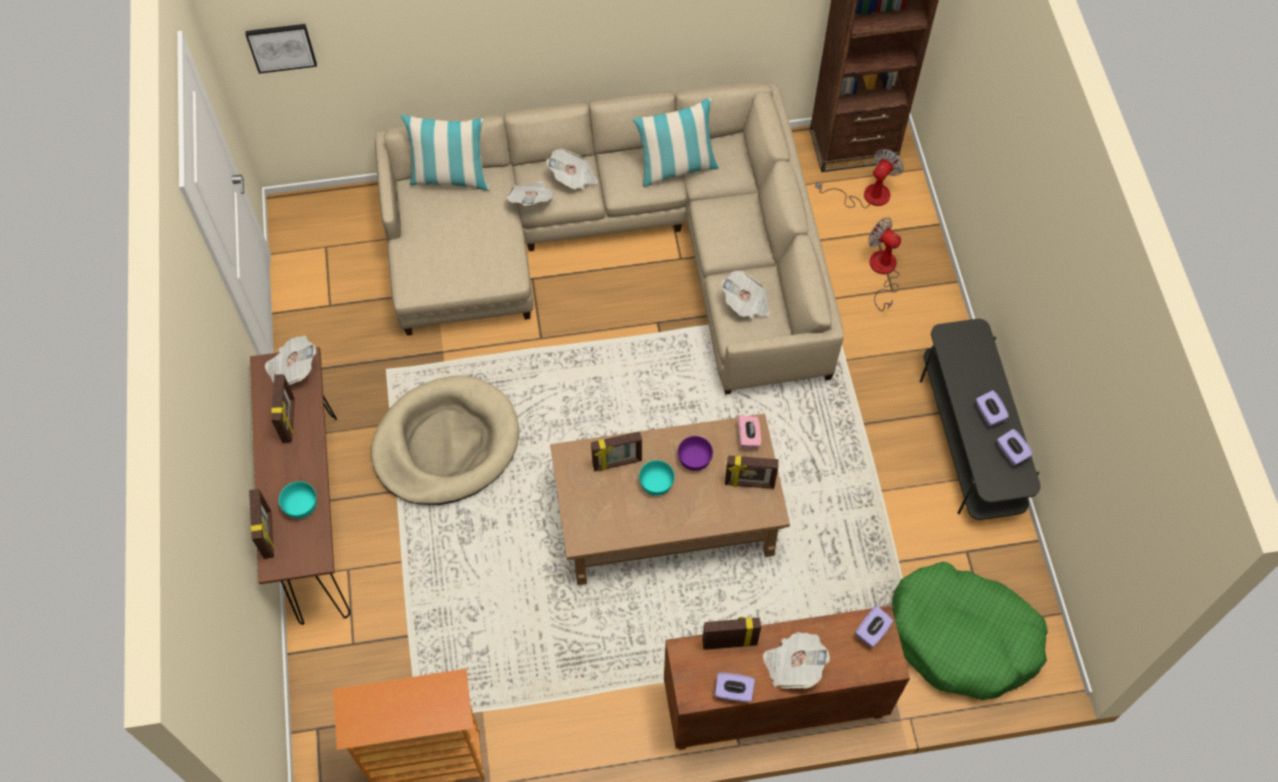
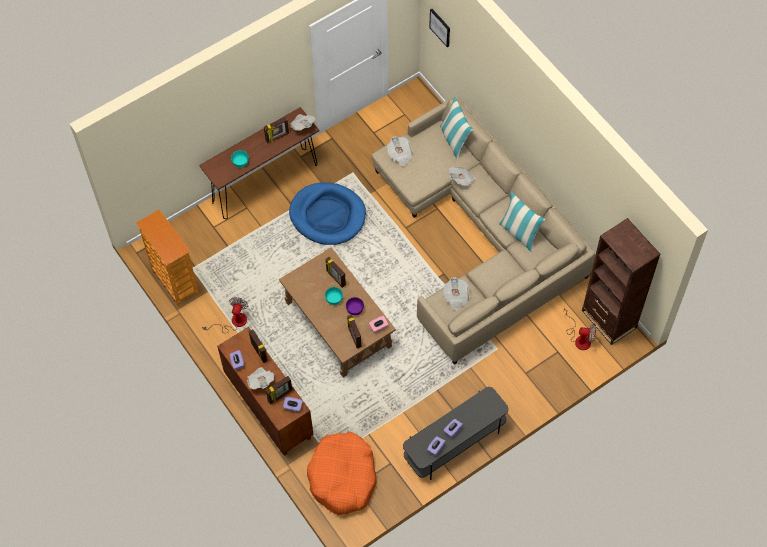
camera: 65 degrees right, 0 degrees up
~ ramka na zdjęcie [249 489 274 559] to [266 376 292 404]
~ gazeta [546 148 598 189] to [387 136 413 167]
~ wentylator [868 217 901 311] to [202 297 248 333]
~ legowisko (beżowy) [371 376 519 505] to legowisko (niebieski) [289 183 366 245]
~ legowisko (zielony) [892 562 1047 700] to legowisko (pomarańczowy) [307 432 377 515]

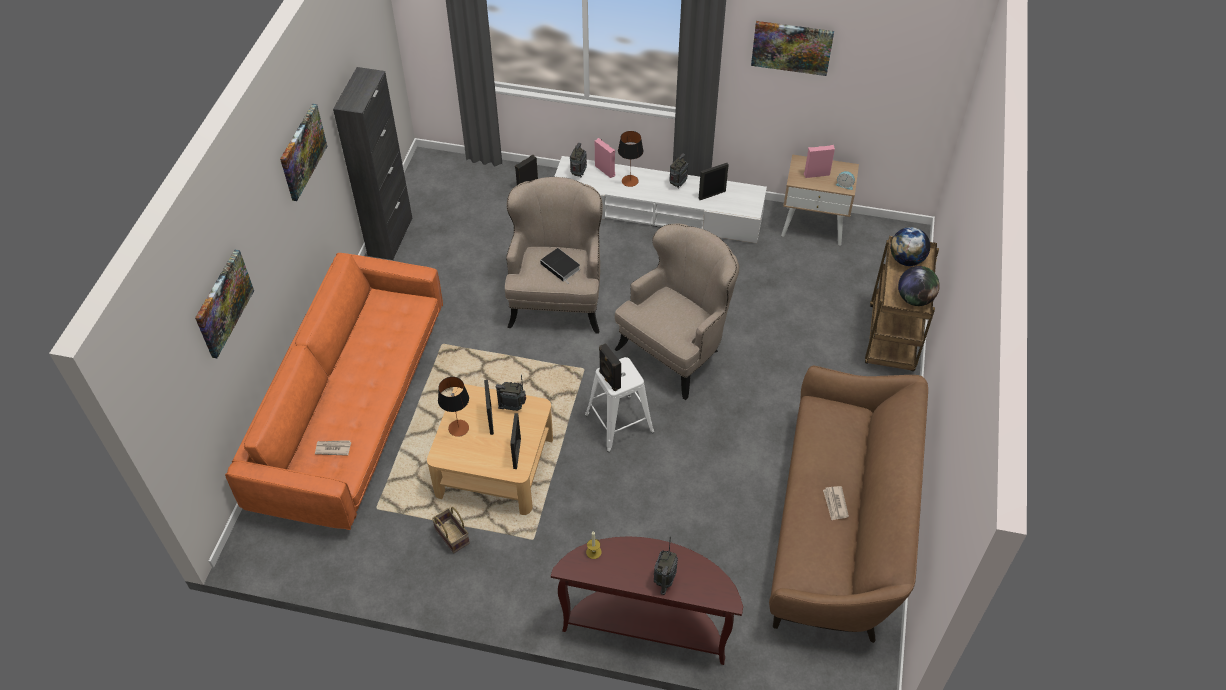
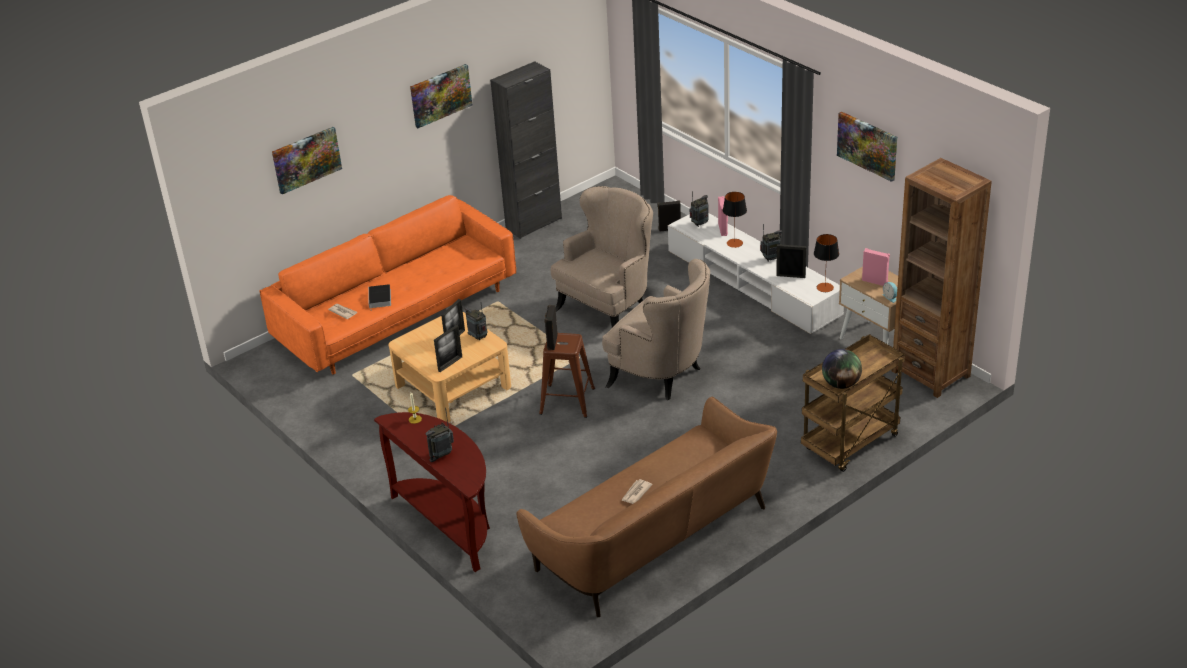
camera: 40 degrees right, 15 degrees down
- koszyk [432 507 470 553]
- globus [890 227 930 266]
+ regał (brązowy) [892 158 992 398]
~ lampa stołowa [438 377 469 437] to [814 234 839 292]
~ książka [540 248 580 282] to [368 284 391 311]
~ stołek (biały) [585 357 654 452] to stołek (brązowy) [539 333 595 418]
~ fotel (beżowy) [614 223 739 400] = [602 259 710 400] 45 degrees clockwise

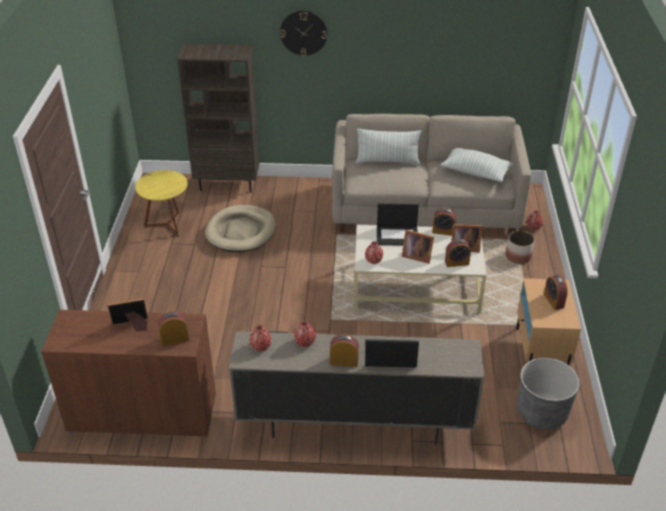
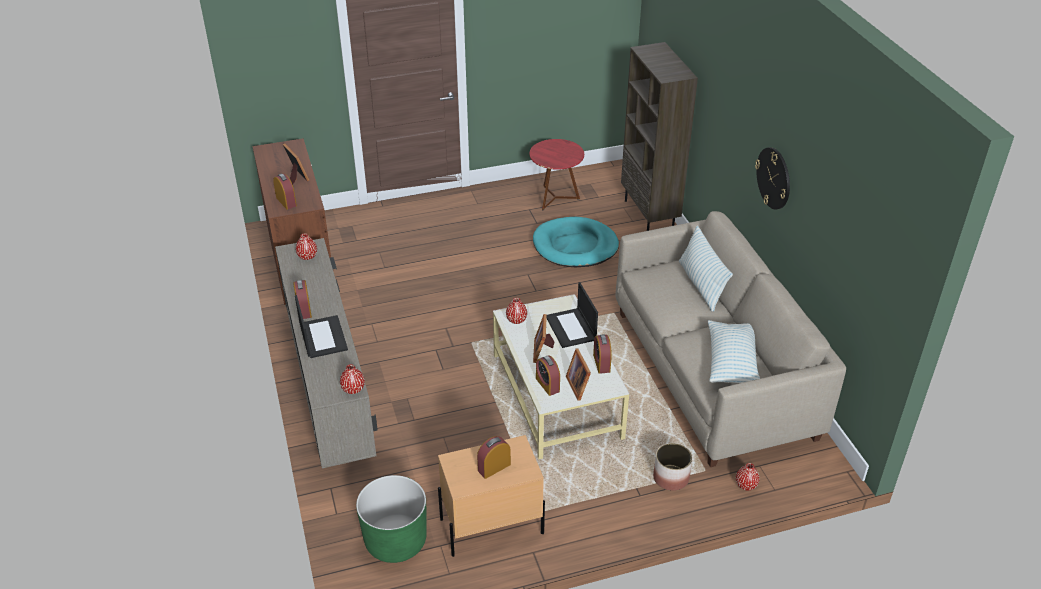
camera: 70 degrees right, 0 degrees up
~ zegar ścienny [280 10 327 56] to [755 147 790 210]
~ wazon (czerwony) [294 321 316 347] to [340 364 365 394]
~ stolik (żółty) [135 170 187 237] to stolik (czerwony) [529 139 584 210]
~ legowisko (beżowy) [205 205 276 252] to legowisko (turkusowy) [533 217 619 267]
~ donica (szary) [517 358 579 430] to donica (zielony) [356 475 427 563]

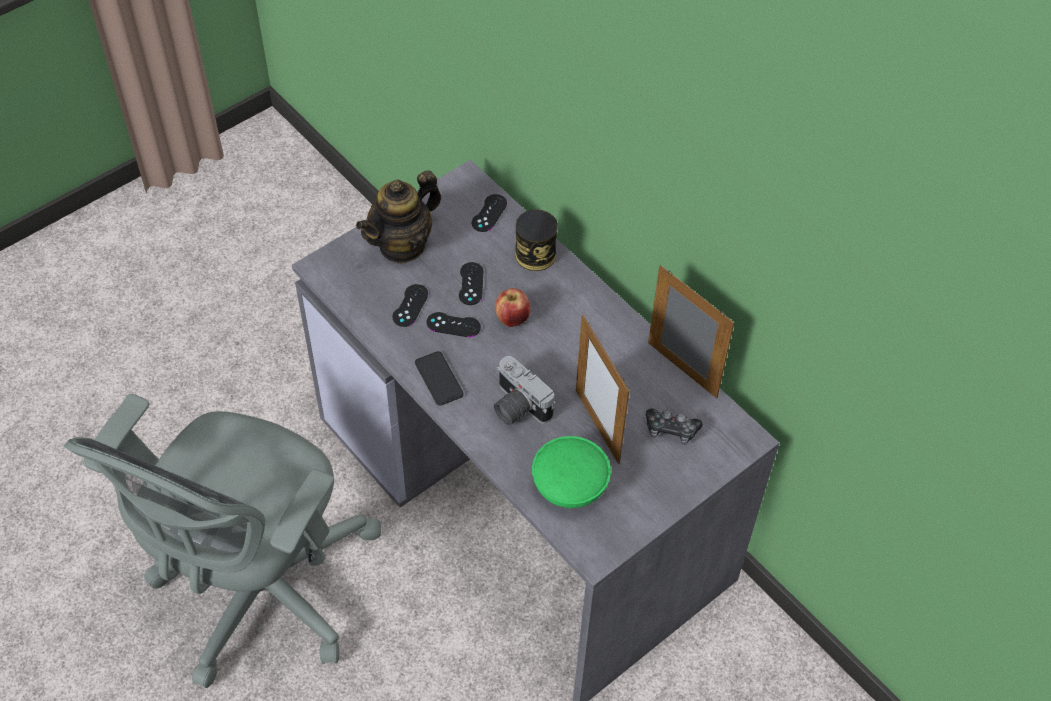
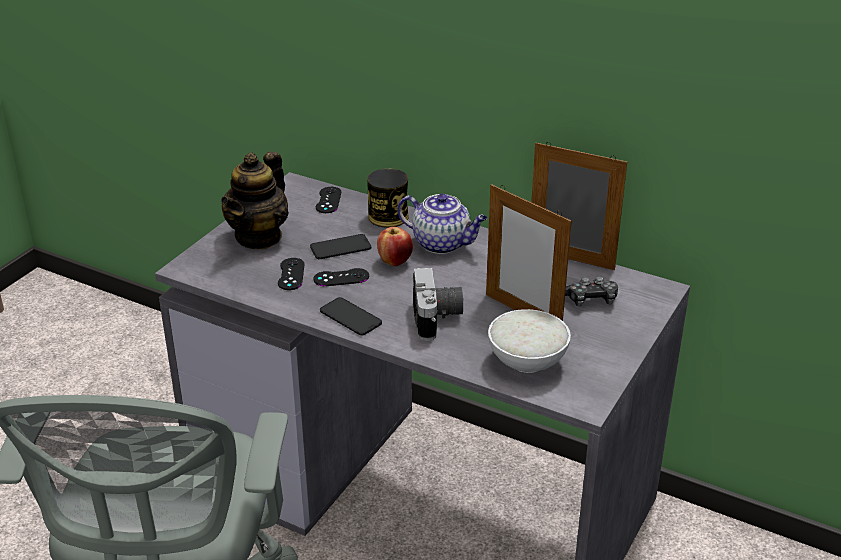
camera: 20 degrees left, 20 degrees down
+ imbryk [397 193 488 254]
~ pad do gier (czarny) [459 262 484 305] to telefon [310 234 371 259]
~ miska (zielony) [532 436 611 508] to miska (biały) [488 309 571 373]
~ aparat fotograficzny [494 356 555 426] = [413 268 463 341] 120 degrees counterclockwise

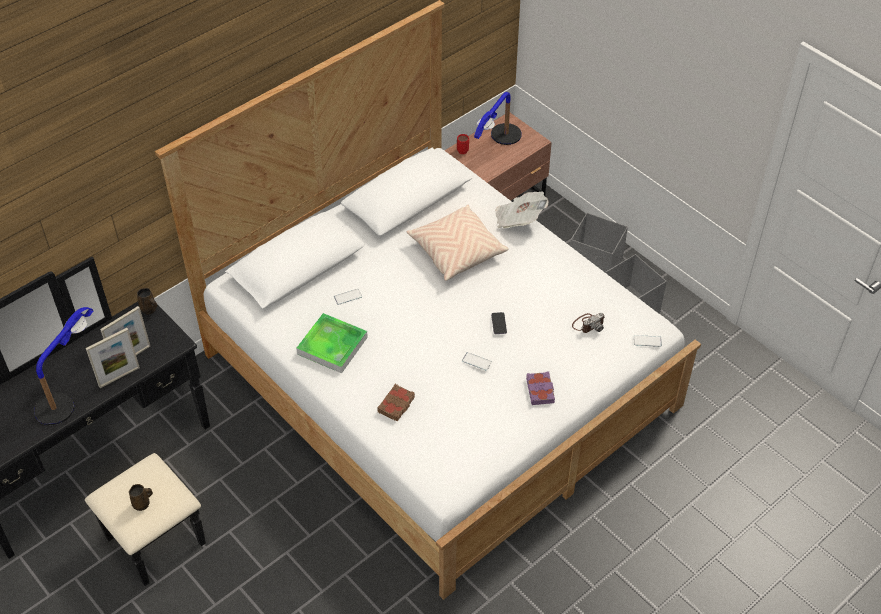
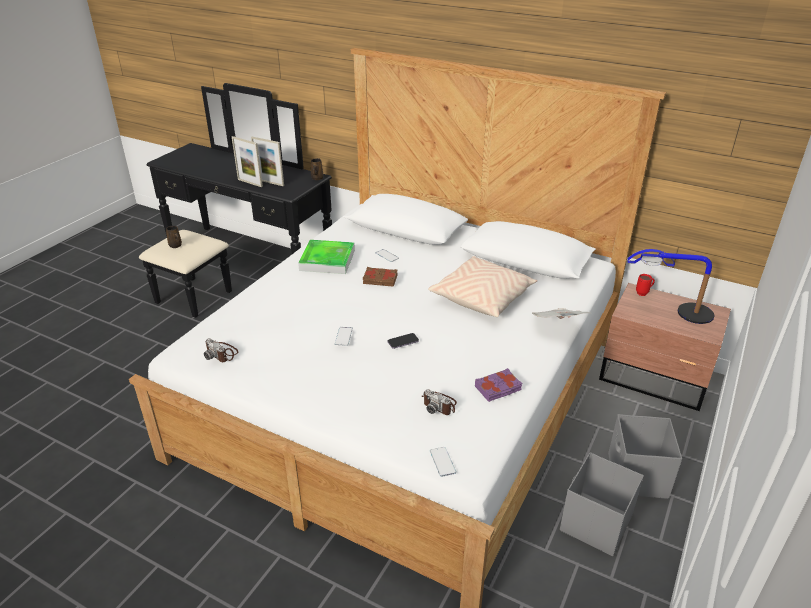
camera: 70 degrees right, 15 degrees down
- lampa stołowa [34 307 94 425]
+ aparat fotograficzny [204 338 238 362]
~ książka (brązowy) [377 384 415 421] to [363 267 398 287]
~ książka (fioletowy) [526 371 555 405] to [475 368 522 402]

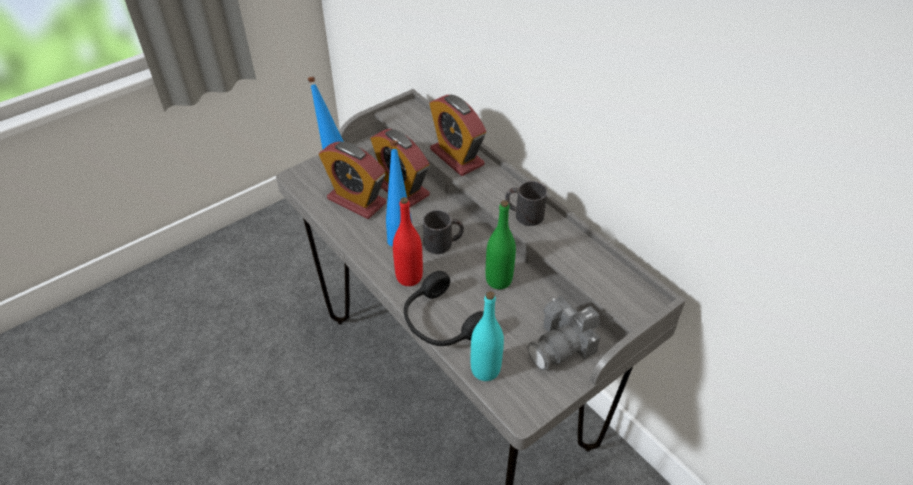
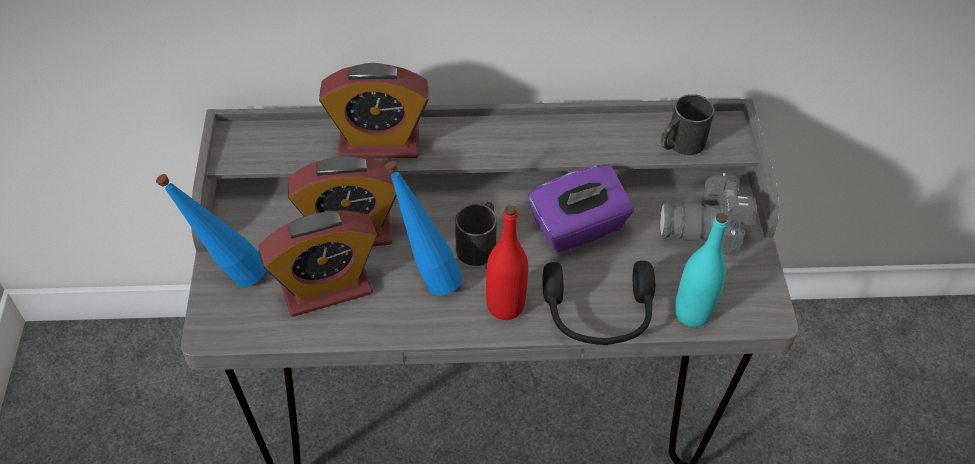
camera: 55 degrees left, 5 degrees up
~ kubek (czarny) [505 181 547 226] to [661 94 715 155]
~ butelka (zielony) [486 200 516 289] to pudełko chusteczek (fioletowy) [529 164 634 253]
~ aparat fotograficzny [528 296 600 370] = [660 173 757 256] 90 degrees clockwise

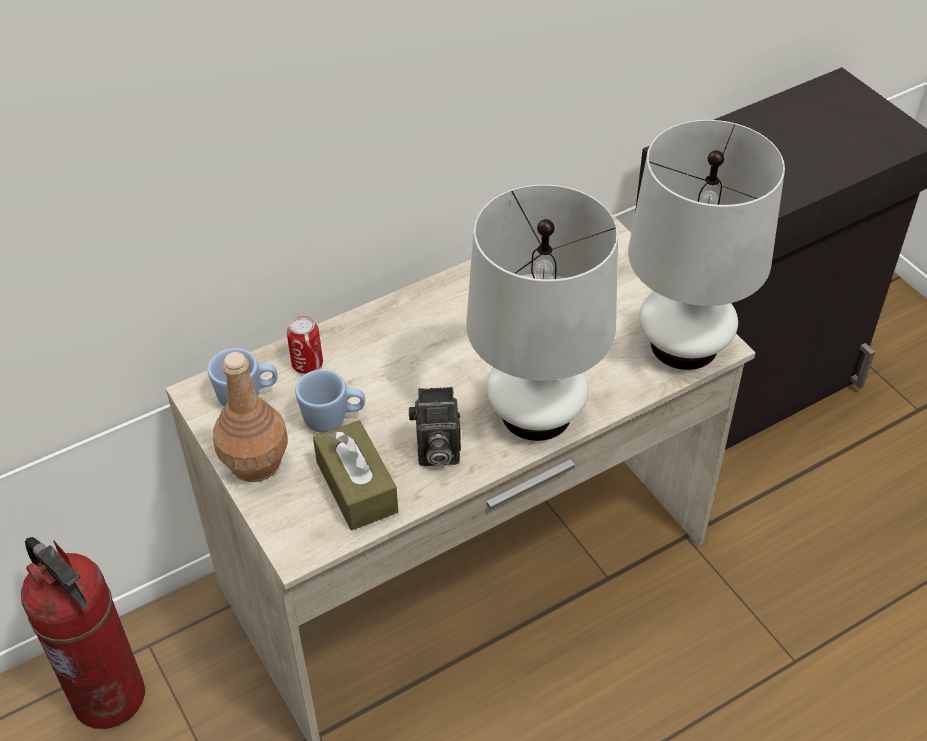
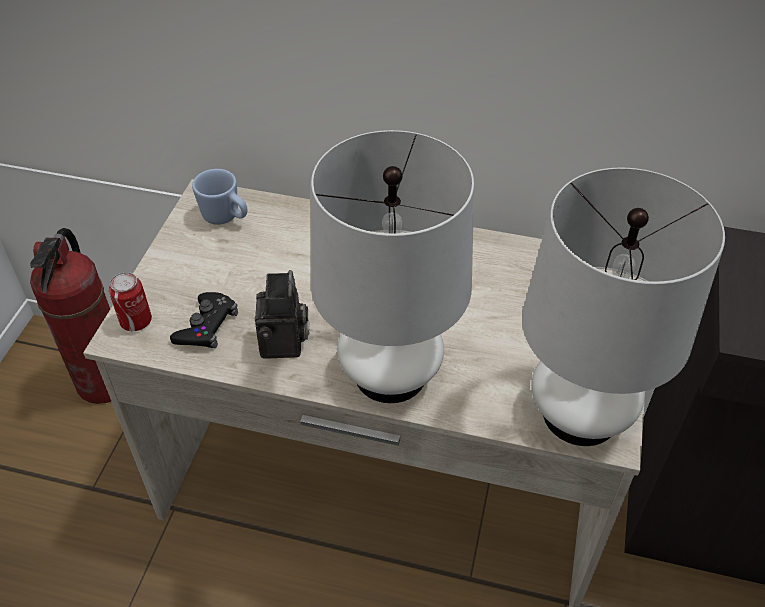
camera: 45 degrees right, 0 degrees up
- butelka (brązowy) [213 352 288 482]
- kubek (niebieski) [295 369 365 433]
~ puszka [287 315 323 374] to [109 272 152 331]
~ pudełko chusteczek (brązowy) [313 420 398 530] to pad do gier (czarny) [170 292 238 348]
~ aparat fotograficzny [409 387 461 466] = [255 270 310 359] 135 degrees counterclockwise

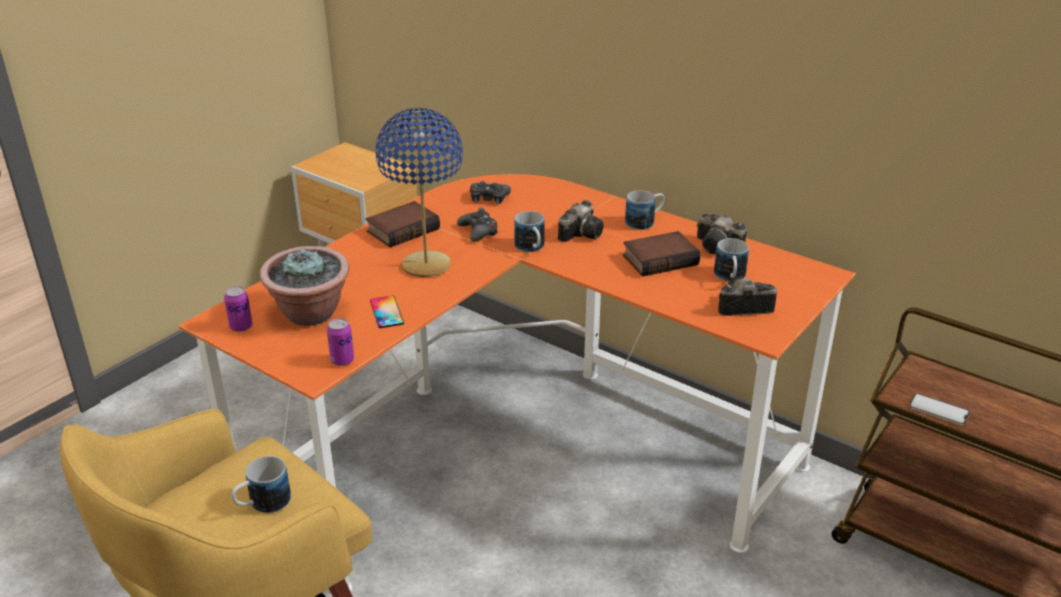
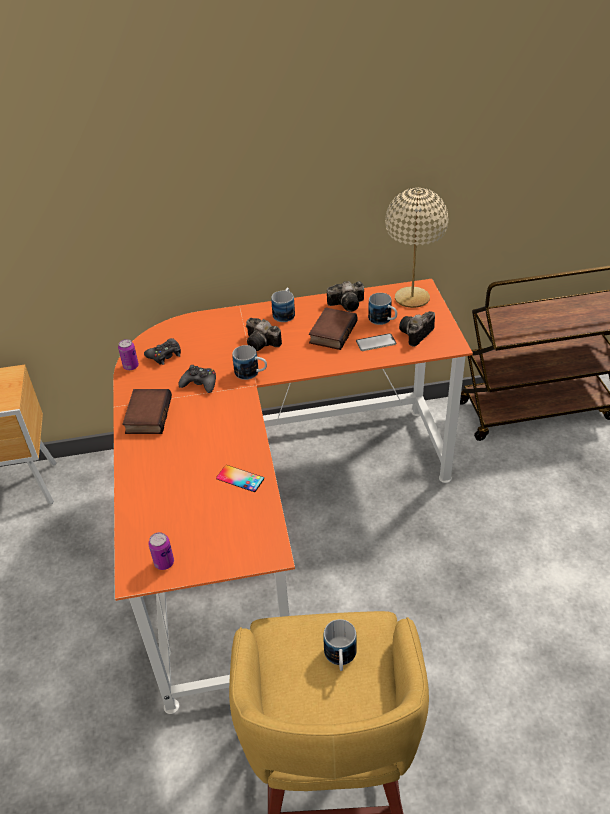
camera: 45 degrees left, 10 degrees up
- roślina doniczkowa [260 246 349 326]
- lampa stołowa (niebieski) [375 108 463 277]
+ lampa stołowa (beżowy) [385 187 448 308]
~ puszka [327 318 354 366] to [118 339 139 370]
~ telefon [909 393 970 425] to [356 333 396 351]
~ aparat fotograficzny [558 200 604 242] = [246 318 282 351] 135 degrees clockwise

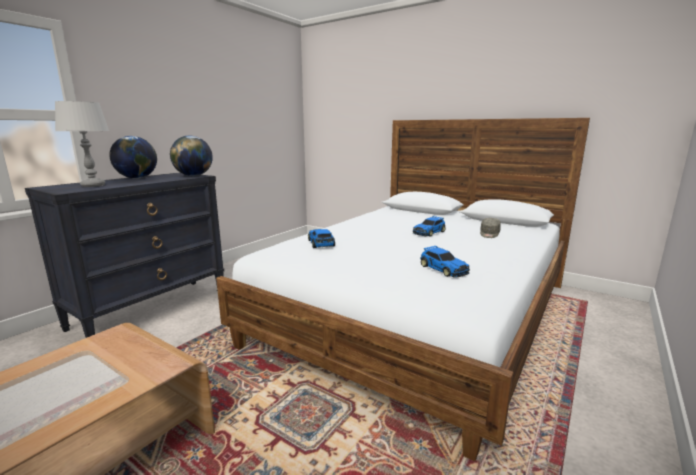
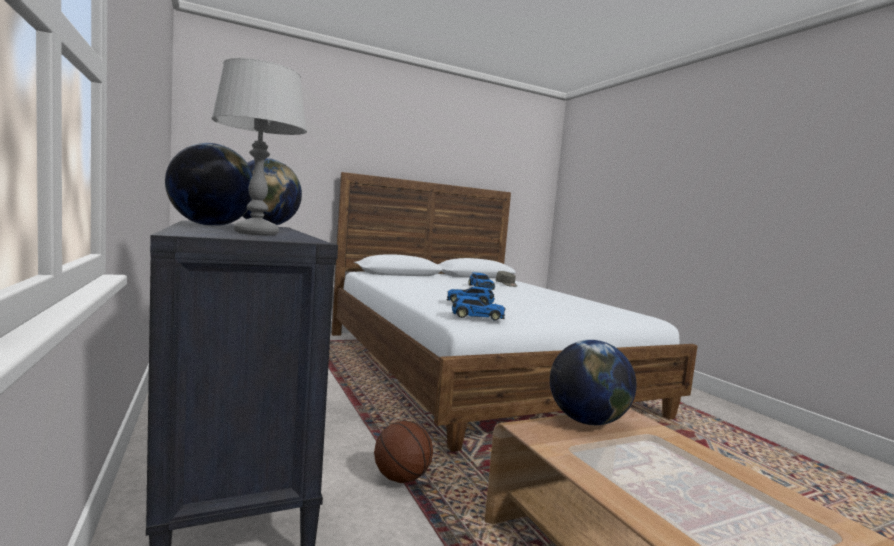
camera: 60 degrees left, 10 degrees down
+ piłka do koszykówki [374 420 433 483]
+ globus [550 340 636 425]
~ samochodzik [420 245 470 278] to [452 294 506 320]

